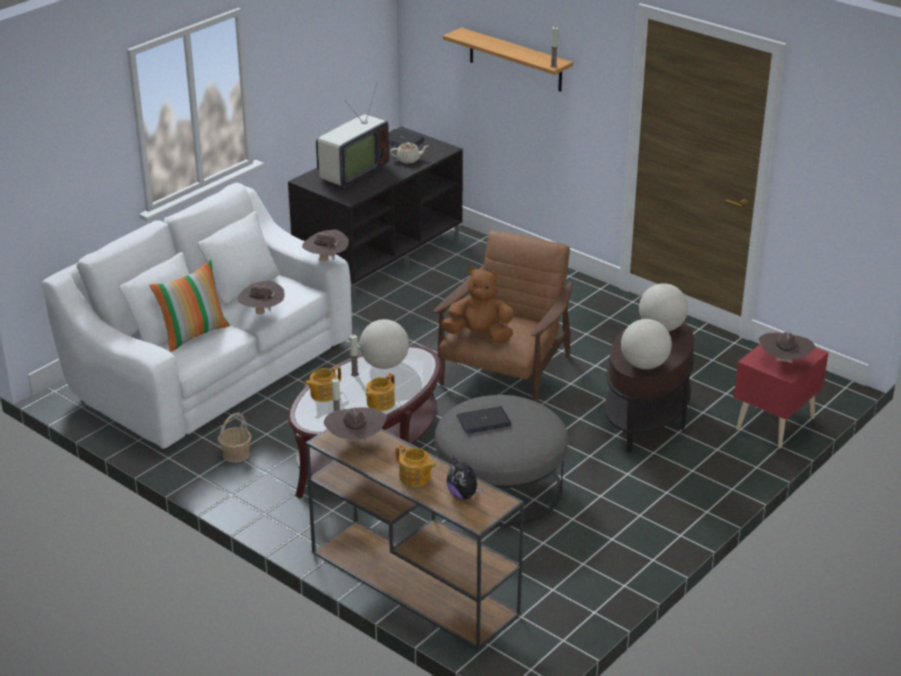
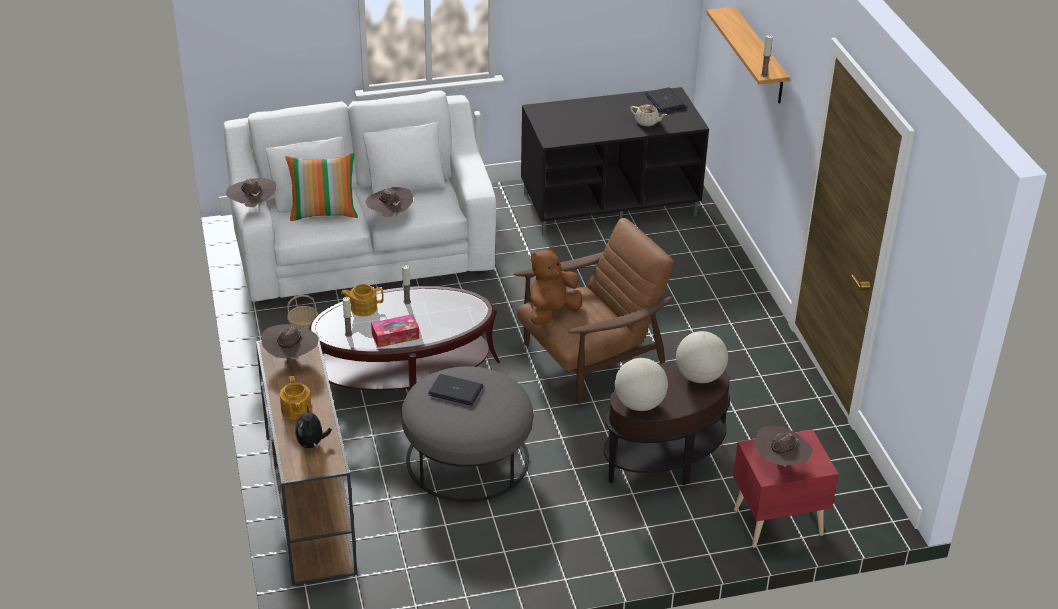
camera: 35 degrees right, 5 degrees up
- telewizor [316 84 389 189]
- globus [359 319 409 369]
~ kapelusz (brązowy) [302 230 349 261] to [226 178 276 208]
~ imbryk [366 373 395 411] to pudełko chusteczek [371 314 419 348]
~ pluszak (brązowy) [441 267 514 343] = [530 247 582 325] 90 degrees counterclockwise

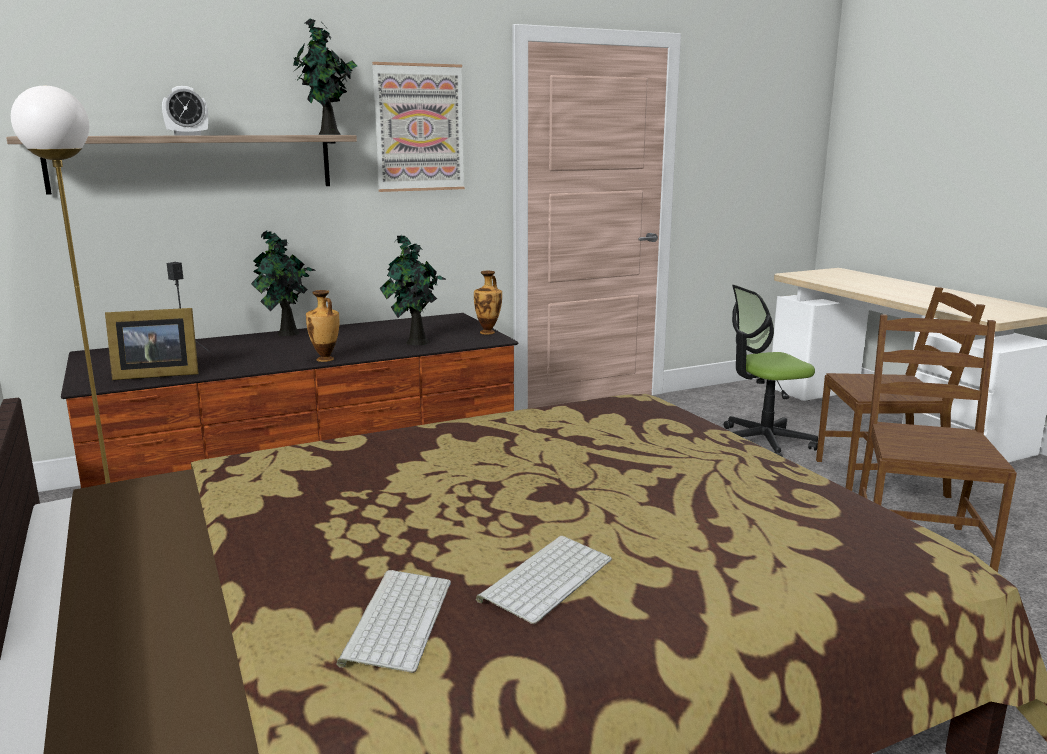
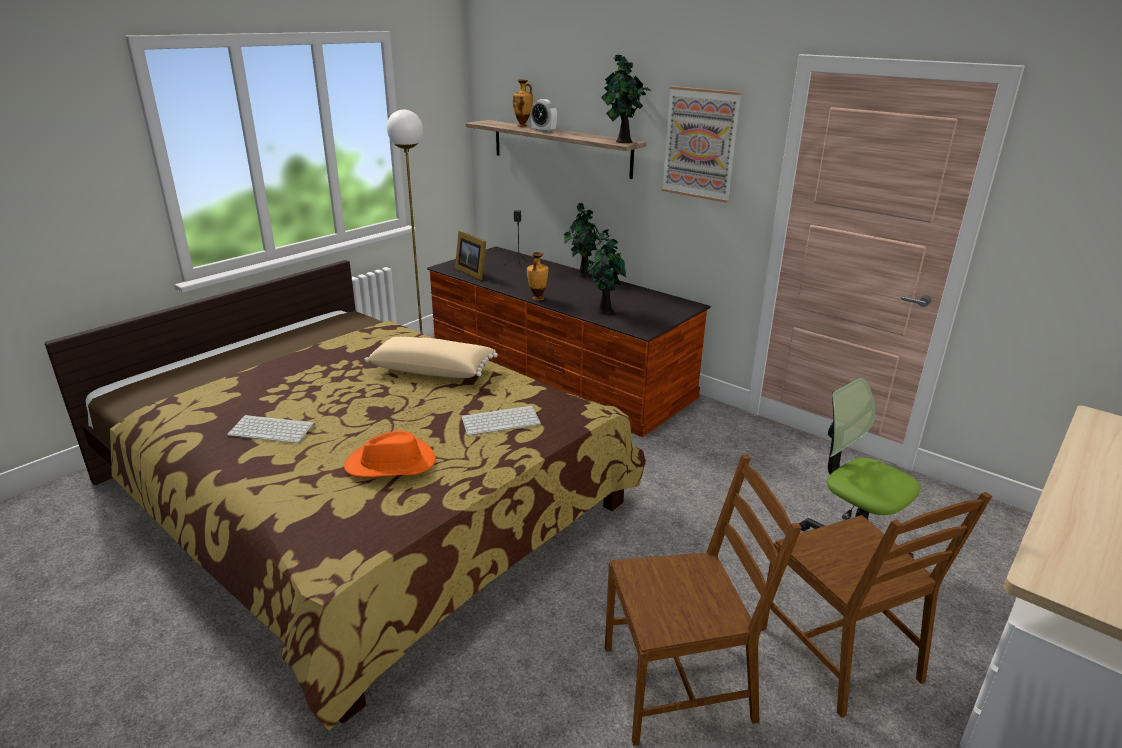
camera: 65 degrees right, 10 degrees up
+ kapelusz (pomarańczowy) [344 431 436 478]
+ poduszka (beżowy) [364 337 498 378]
~ klawiatura [336 570 451 673] to [461 405 541 436]
~ wazon [474 270 502 335] to [513 79 533 127]

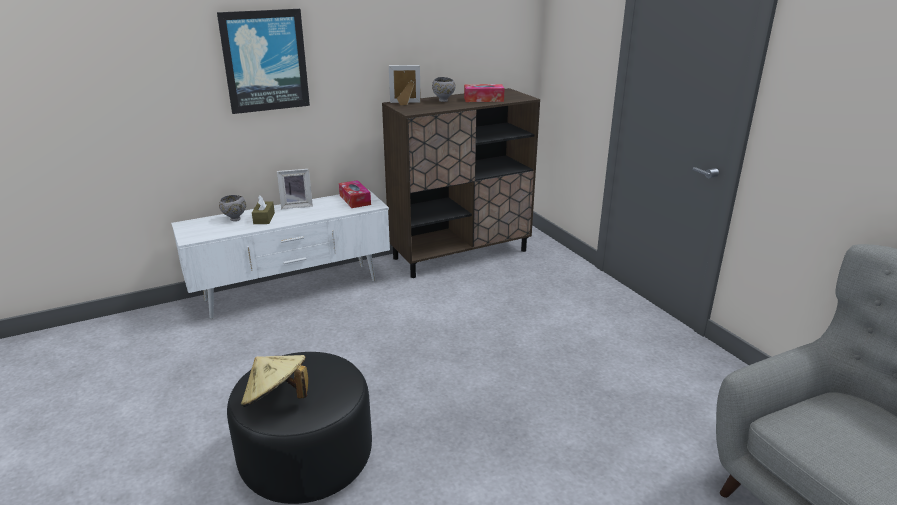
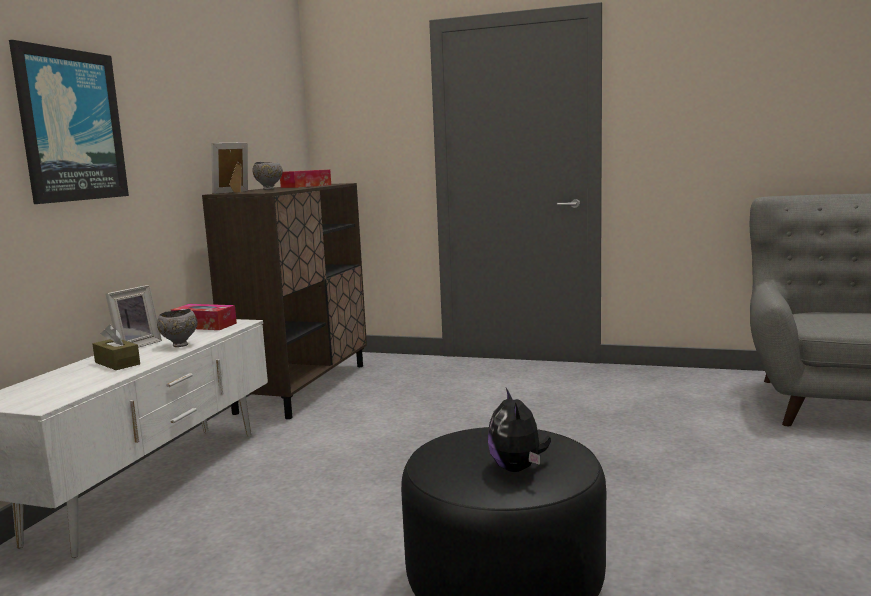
camera: 45 degrees left, 15 degrees down
~ miska (szary) [219 195 246 221] to [157 309 197 347]
~ kapelusz (beżowy) [241 355 308 407] to pluszak [488 388 551 472]

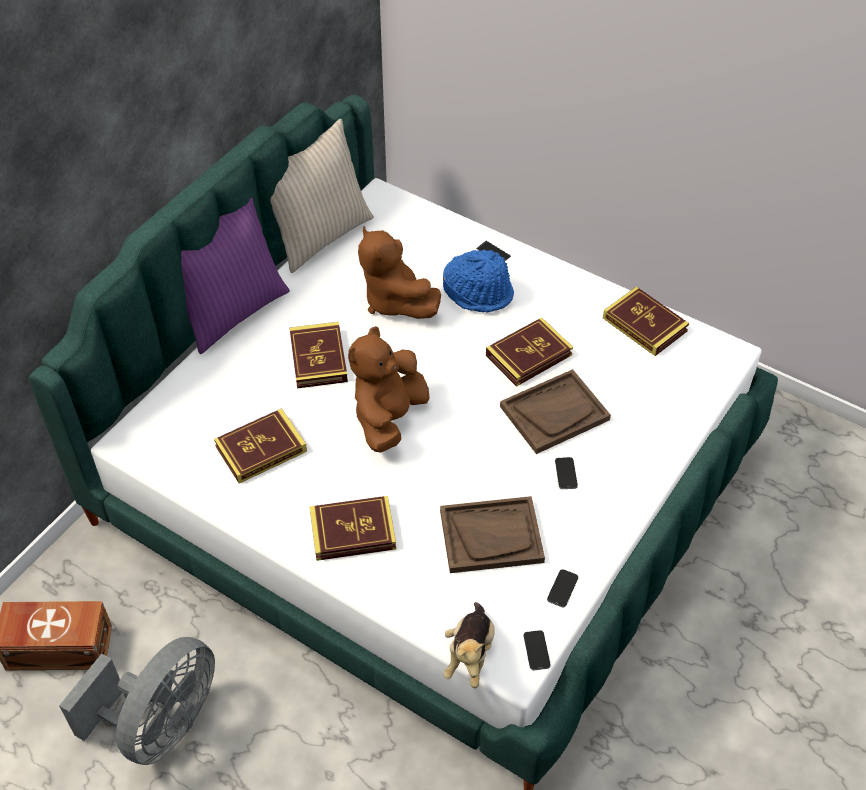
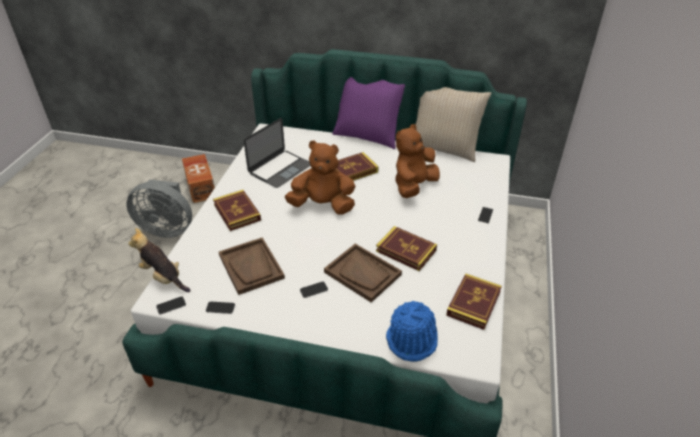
camera: 70 degrees right, 10 degrees down
~ kapelusz (niebieski) [443 249 514 313] to [386 301 438 362]
~ książka [214 408 307 484] to laptop [244 118 310 188]
~ pluszak [443 602 495 688] = [128 228 191 292] 45 degrees clockwise

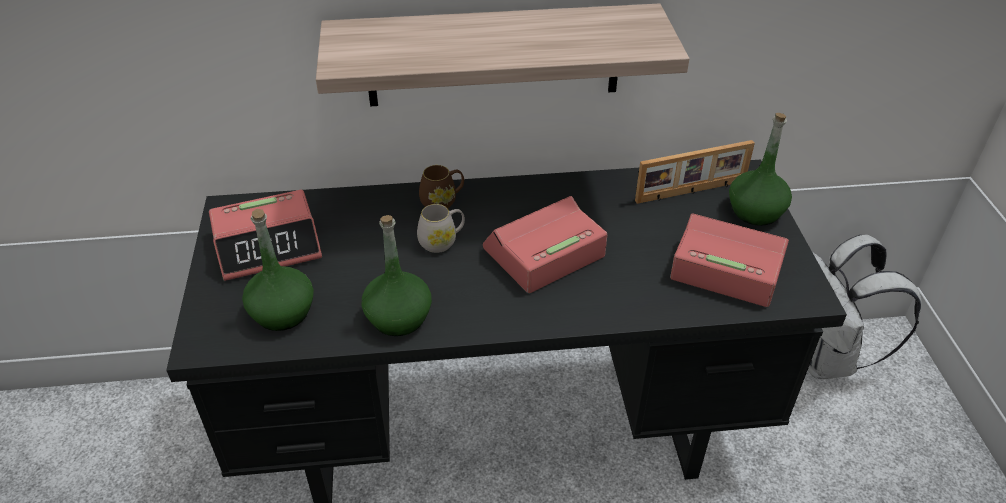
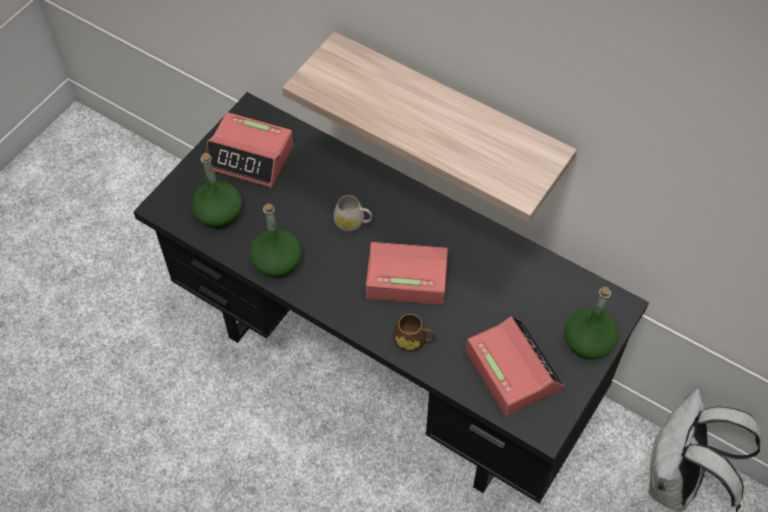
camera: 40 degrees right, 15 degrees up
- ramka na zdjęcie [635 140 755 204]
~ kubek (brązowy) [419 165 464 208] to [393 314 435 352]

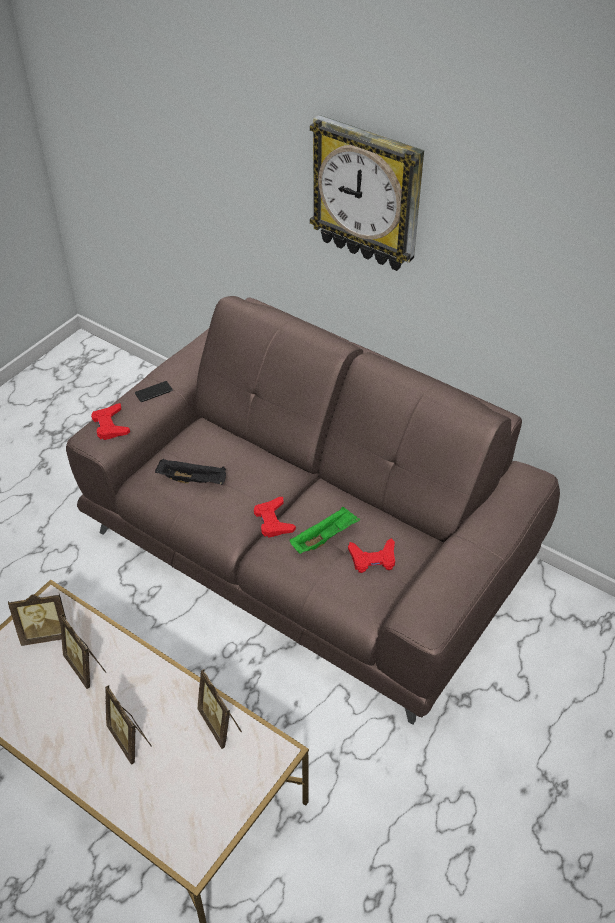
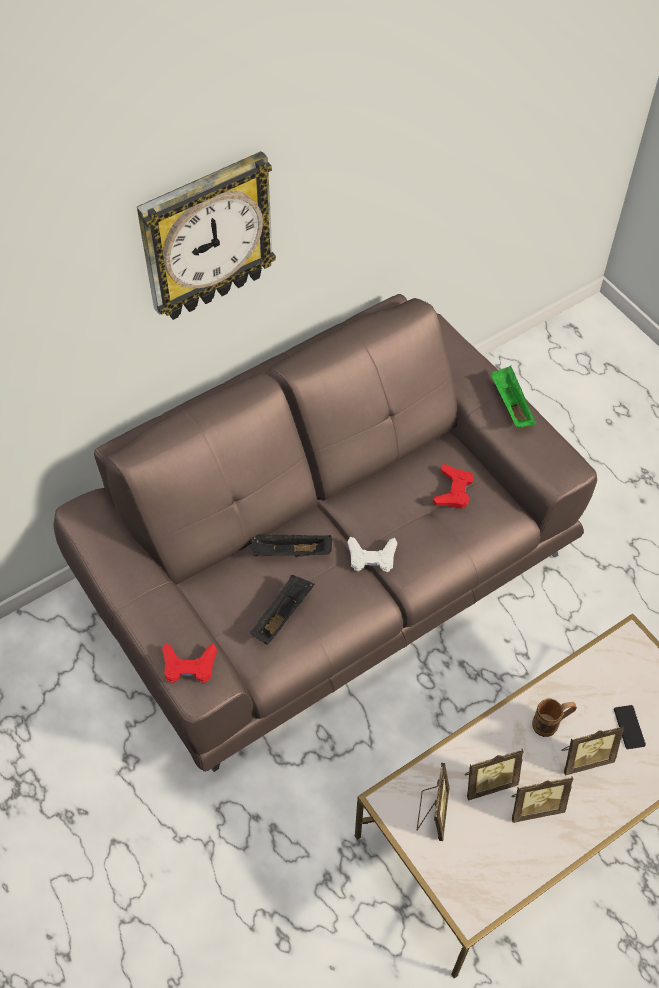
camera: 70 degrees left, 10 degrees up
+ taca (czarny) [252 534 332 557]
+ kubek (brązowy) [532 699 577 737]
~ telefon [135 381 173 402] to [614 705 646 749]
~ ramka na zdjęcie [197 669 242 749] to [511 777 573 823]
~ taca (zielony) [290 507 360 554] to [490 366 536 427]
~ pad do gier (czerwony) [254 497 296 537] to pad do gier (biały) [348 536 397 572]

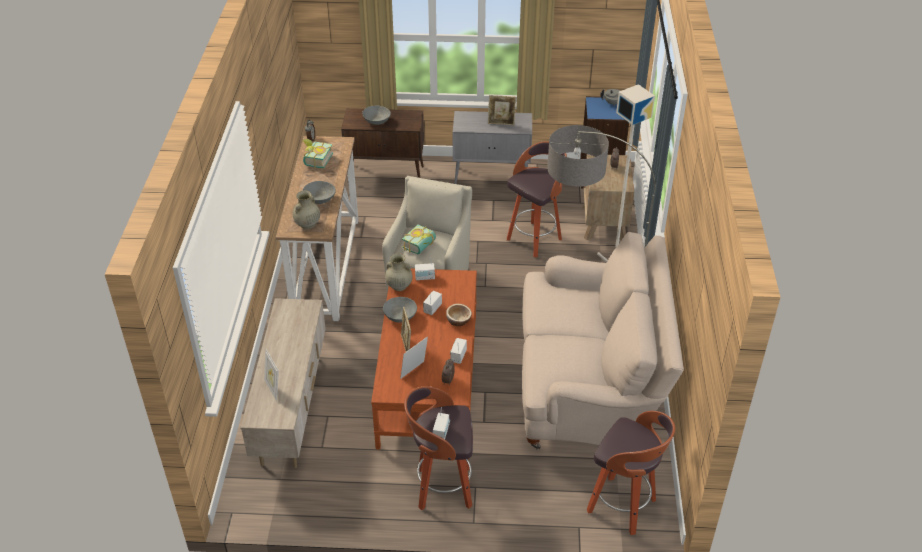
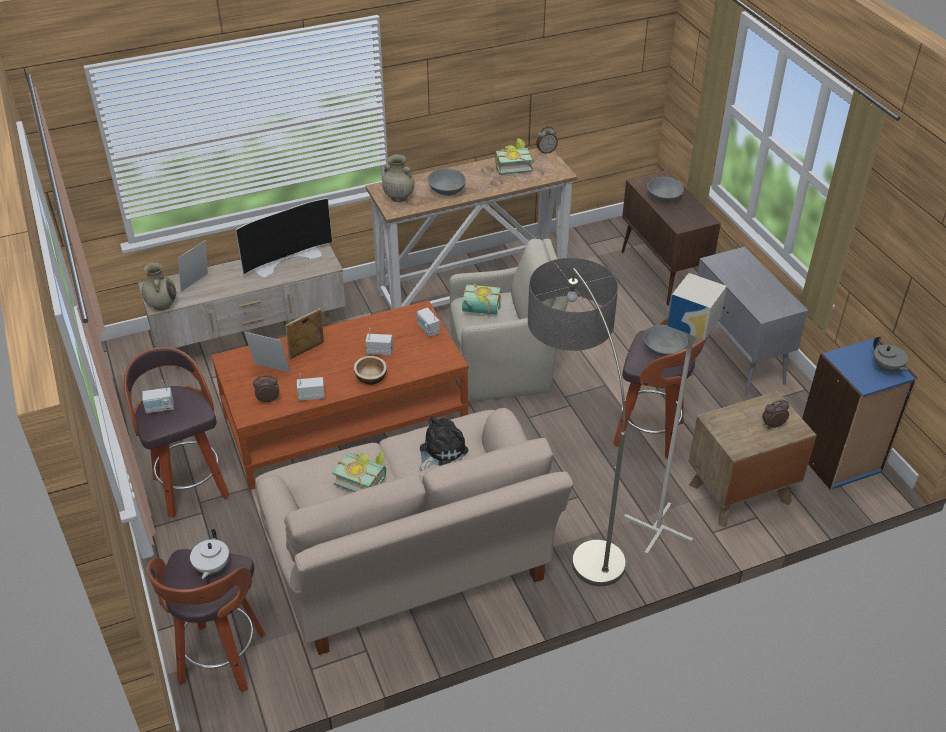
camera: 65 degrees right, 0 degrees up
- ramka na zdjęcie [488 95 516 125]
+ imbryk (biały) [190 529 229 579]
+ telewizor [236 198 332 277]
+ książka [332 449 386 492]
+ pluszak [419 416 468 471]
~ miska (szary) [383 297 417 323] to [643 325 688 357]
~ wazon (beżowy) [385 253 413 291] to [142 263 176 311]

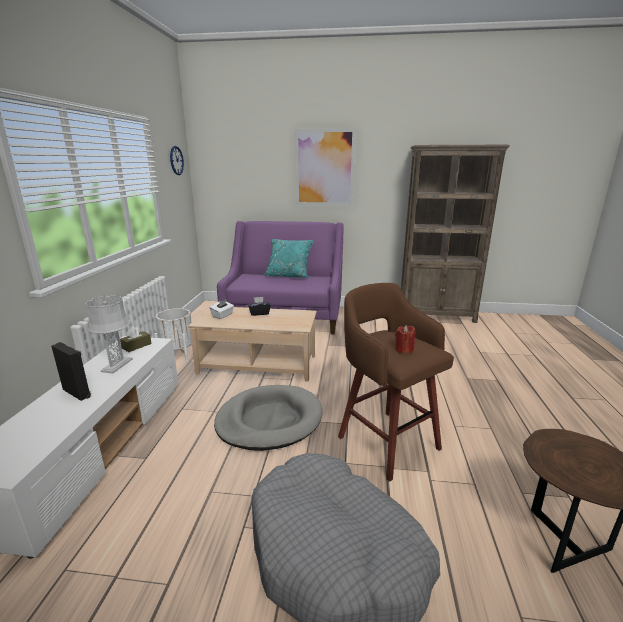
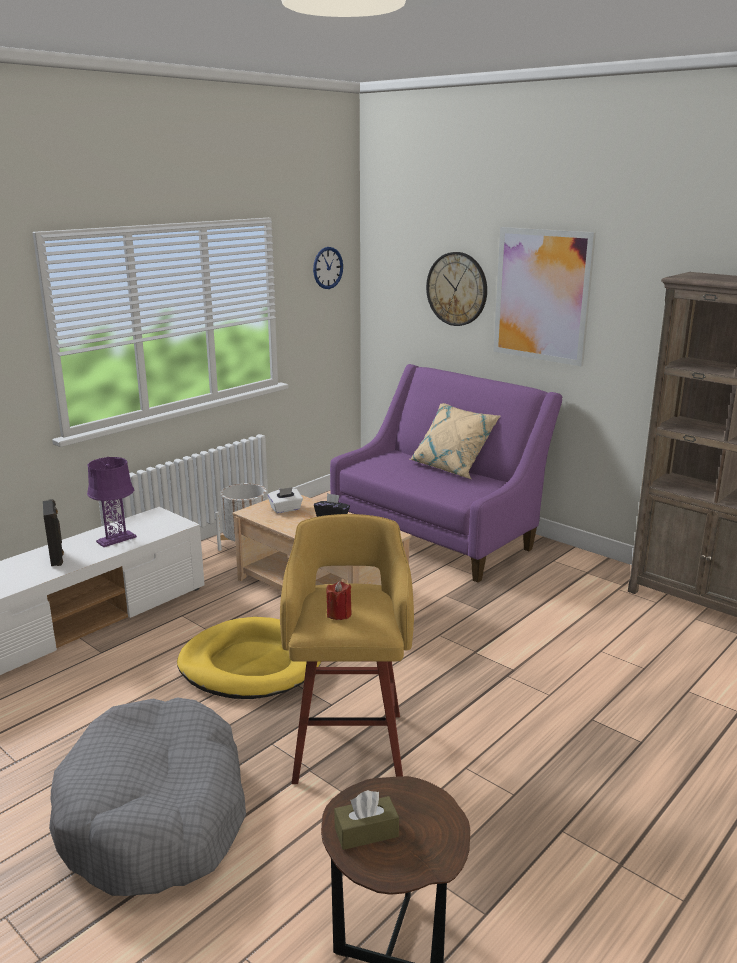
camera: 35 degrees right, 0 degrees up
+ zegar ścienny [426 252 487 326]
~ pudełko chusteczek (brązowy) [120 326 152 352] to [334 790 399 850]
~ lampa stołowa (szary) [86 295 133 374] to lampa stołowa (fioletowy) [87 457 137 547]
~ legowisko (szary) [214 385 322 451] to legowisko (żółty) [177 617 321 699]
~ poduszka (turkusowy) [263 239 314 278] to poduszka (beżowy) [410 403 500 479]
~ stołek (brązowy) [338 283 454 482] to stołek (żółty) [280 514 414 784]

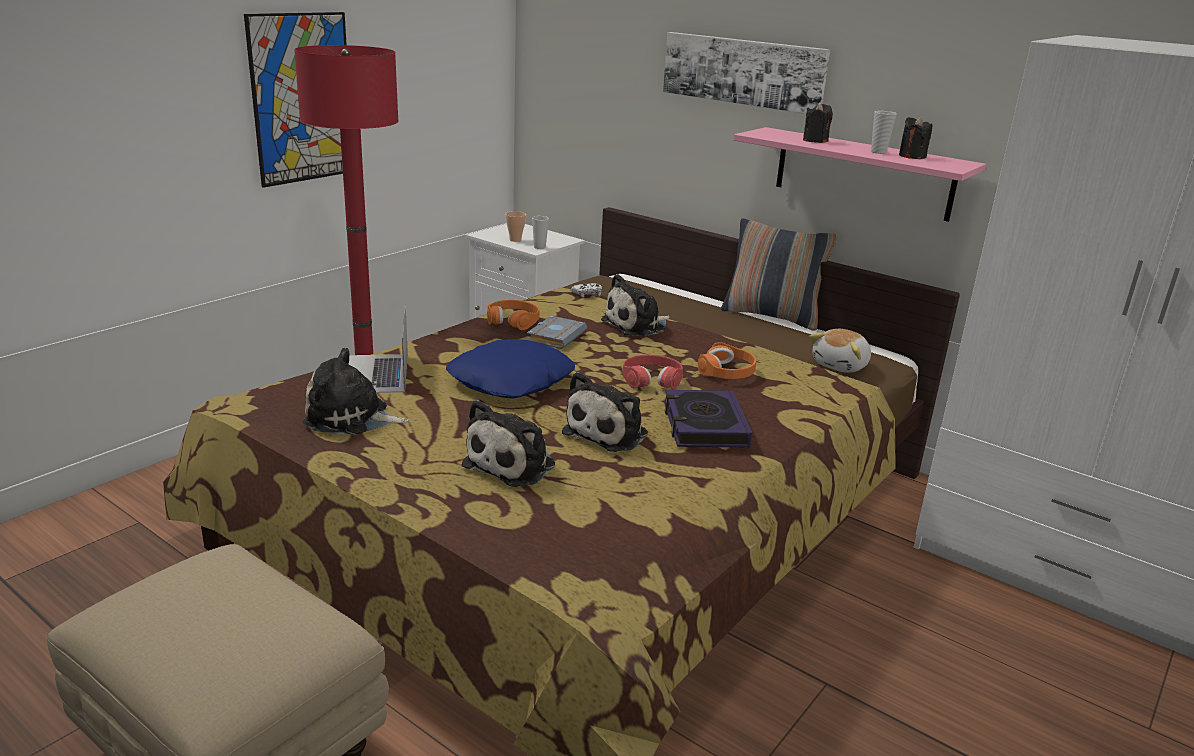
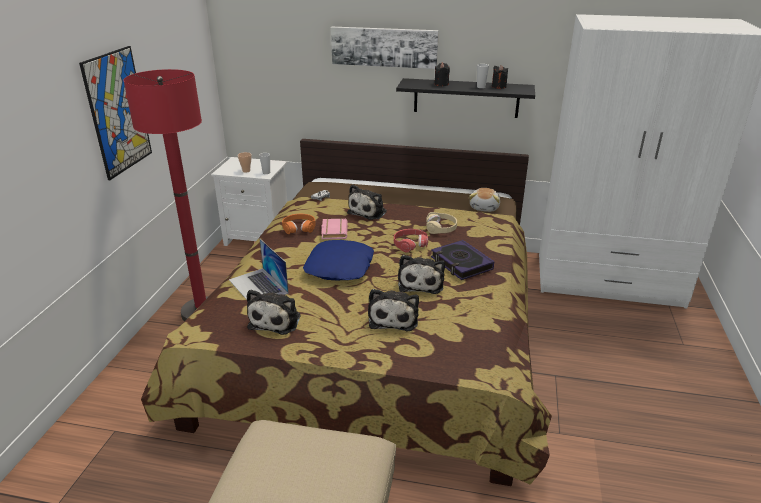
camera: 25 degrees left, 5 degrees up
- poduszka [721 218 838 331]
~ książka (szary) [527 316 587 349] to książka (różowy) [321 219 348 239]
~ słuchawki (pomarańczowy) [698 342 756 379] to słuchawki (beżowy) [426 212 457 234]
~ półka (różowy) [734 127 986 222] to półka (czarny) [396 78 535 118]
~ pluszak [303 347 409 435] = [247 290 300 335] 60 degrees counterclockwise

